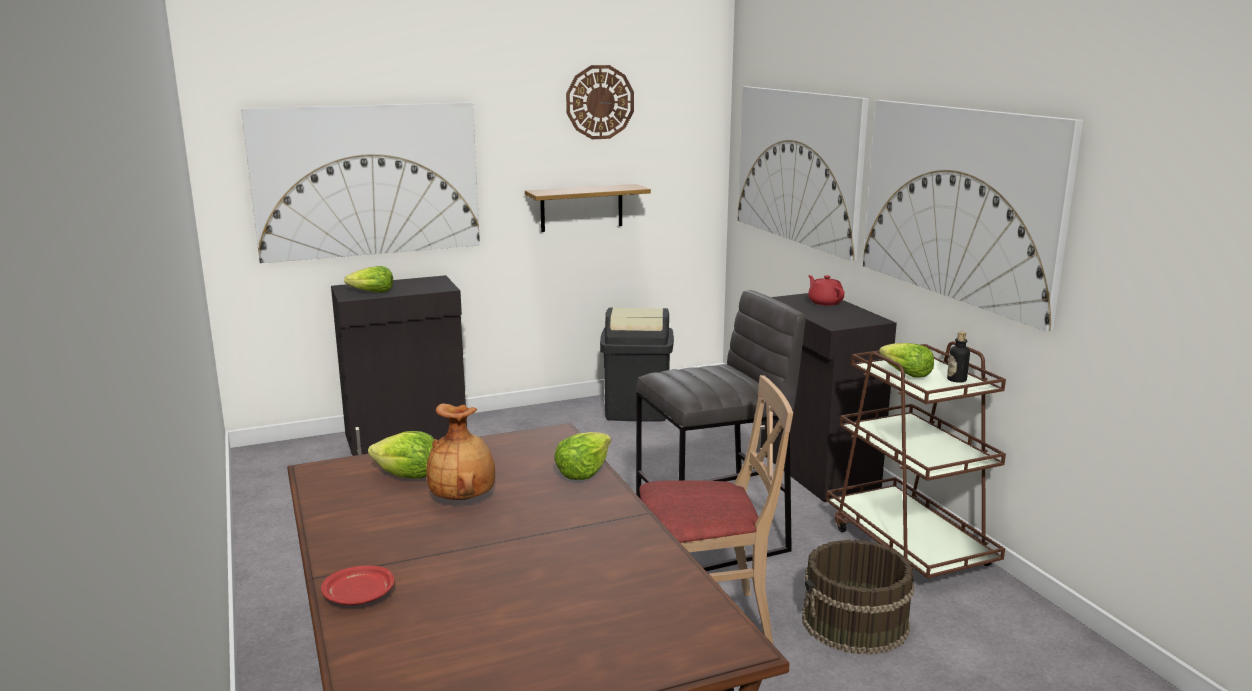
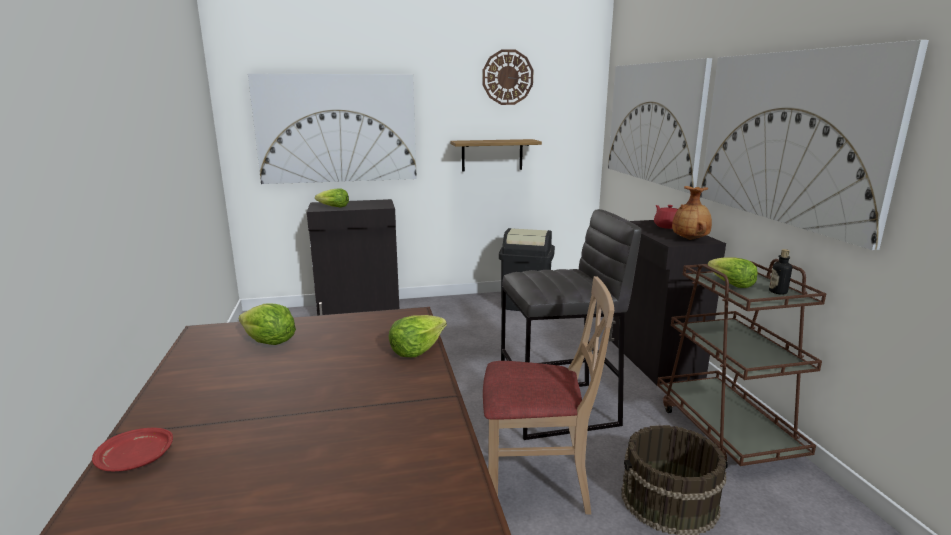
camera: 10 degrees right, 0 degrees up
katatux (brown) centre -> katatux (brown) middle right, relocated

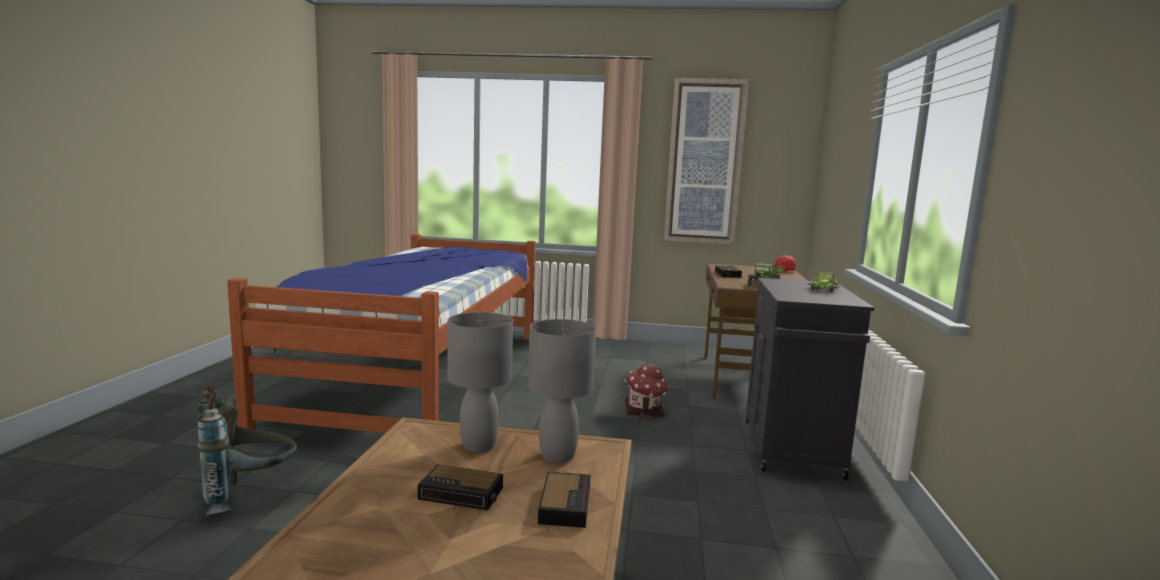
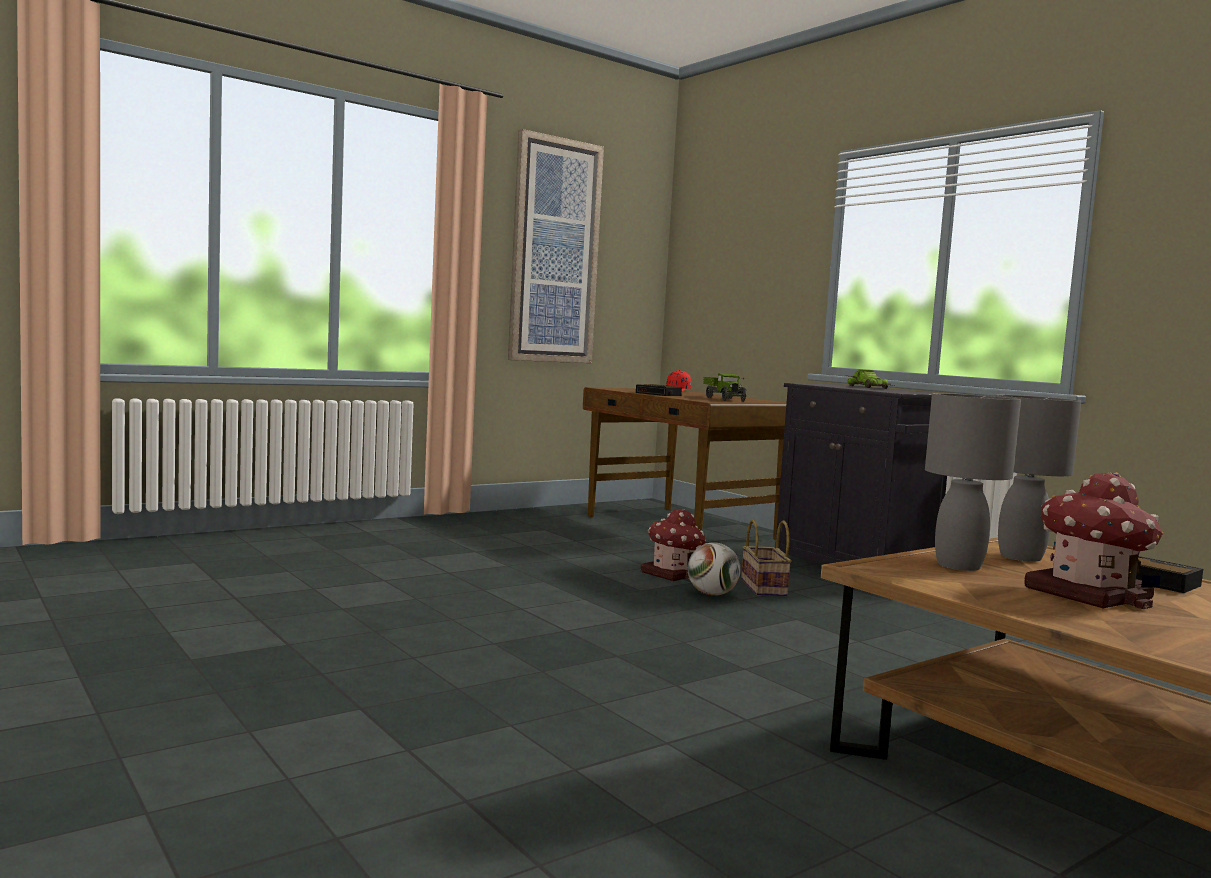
camera: 45 degrees left, 5 degrees down
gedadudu middle left -> none
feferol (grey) bottom left -> none
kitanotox (no. 1 from left) bottom centre -> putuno (no. 2 from left) middle right
none -> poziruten centre
none -> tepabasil centre

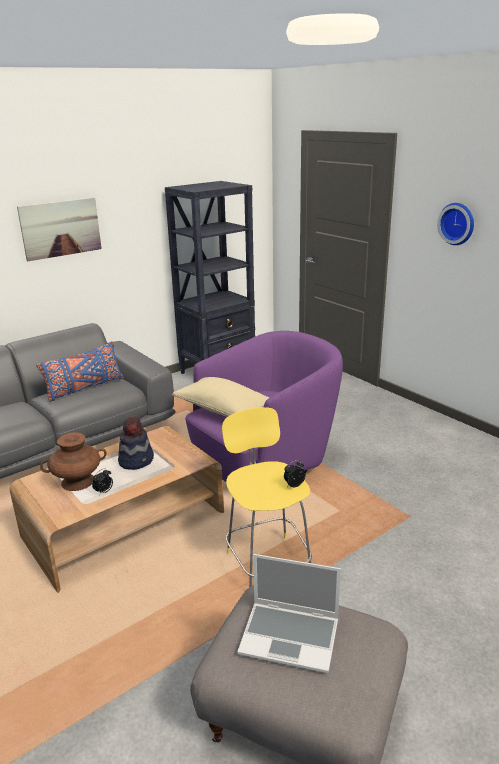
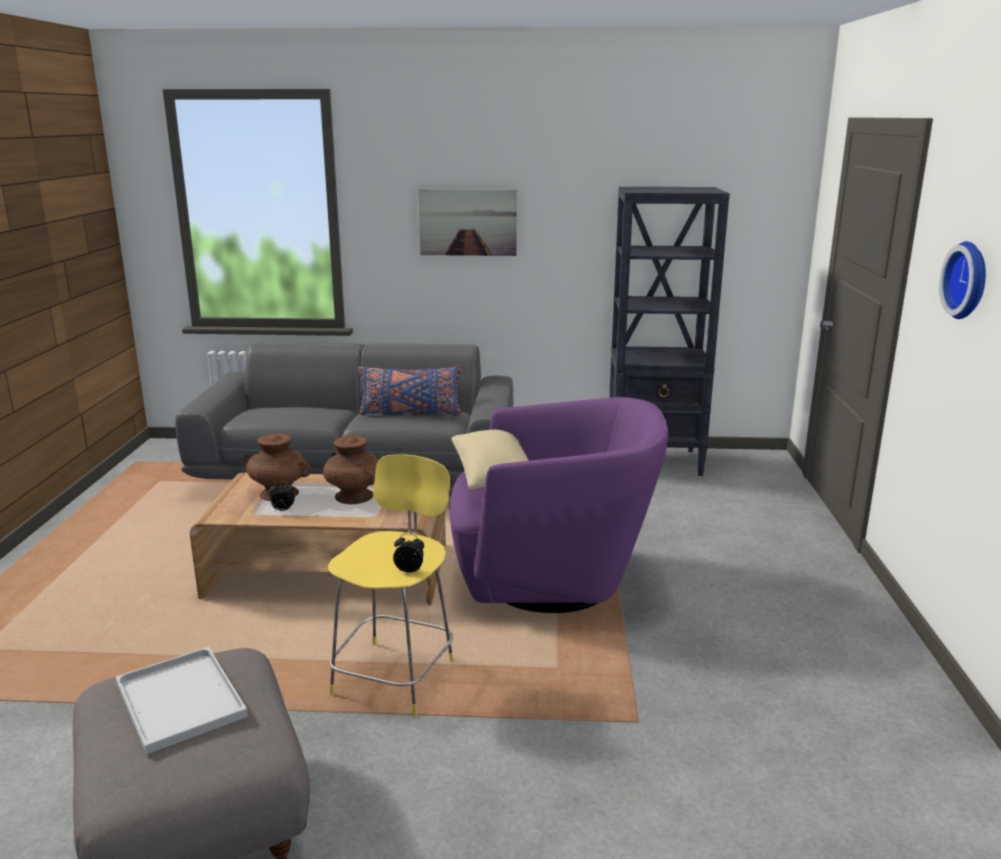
camera: 40 degrees right, 5 degrees down
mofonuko middle left -> katatux (brown) (no. 2 from left) centre
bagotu bottom centre -> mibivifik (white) bottom left

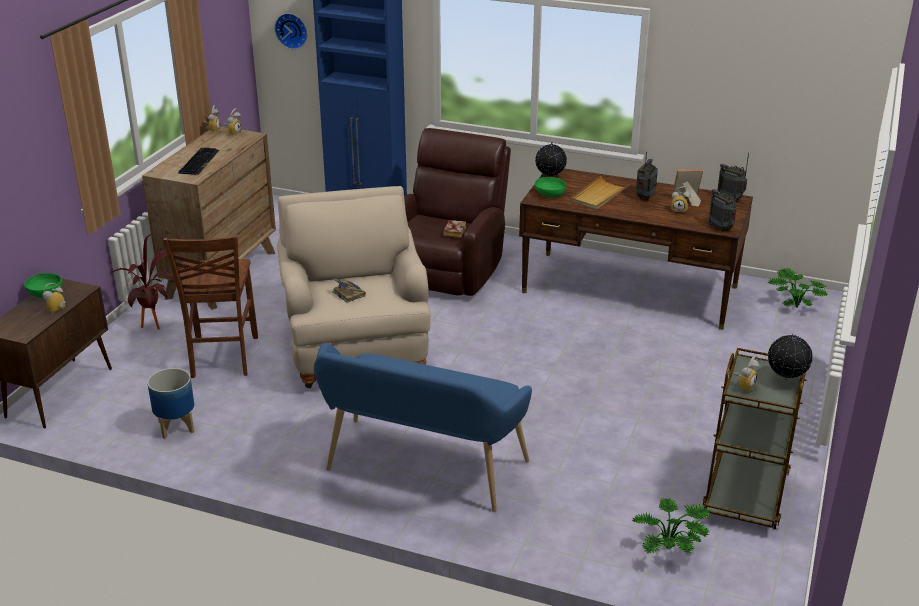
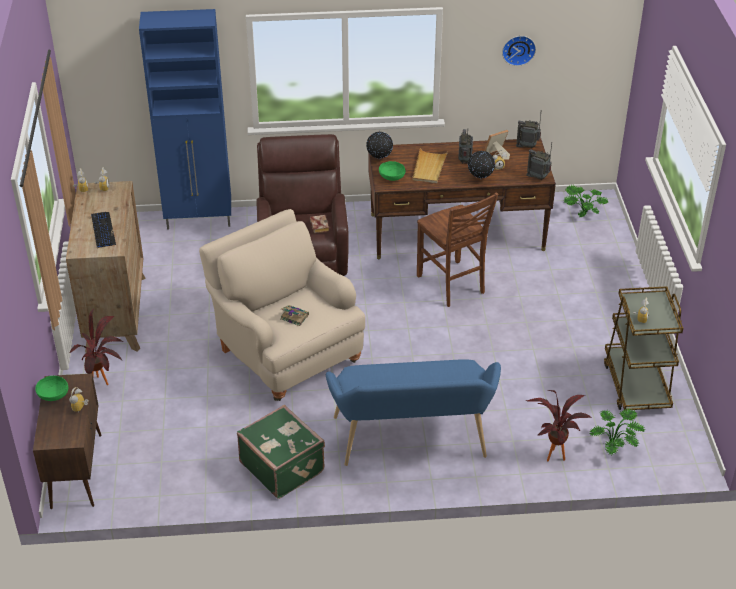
camera: 25 degrees left, 10 degrees up
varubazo top left -> varubazo top right, relocated
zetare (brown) middle left -> zetare (brown) centre, relocated
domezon (no. 2 from left) middle right -> domezon (no. 2 from left) top centre, relocated
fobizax middle left -> none
none -> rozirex (no. 2 from left) bottom right
none -> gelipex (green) bottom centre

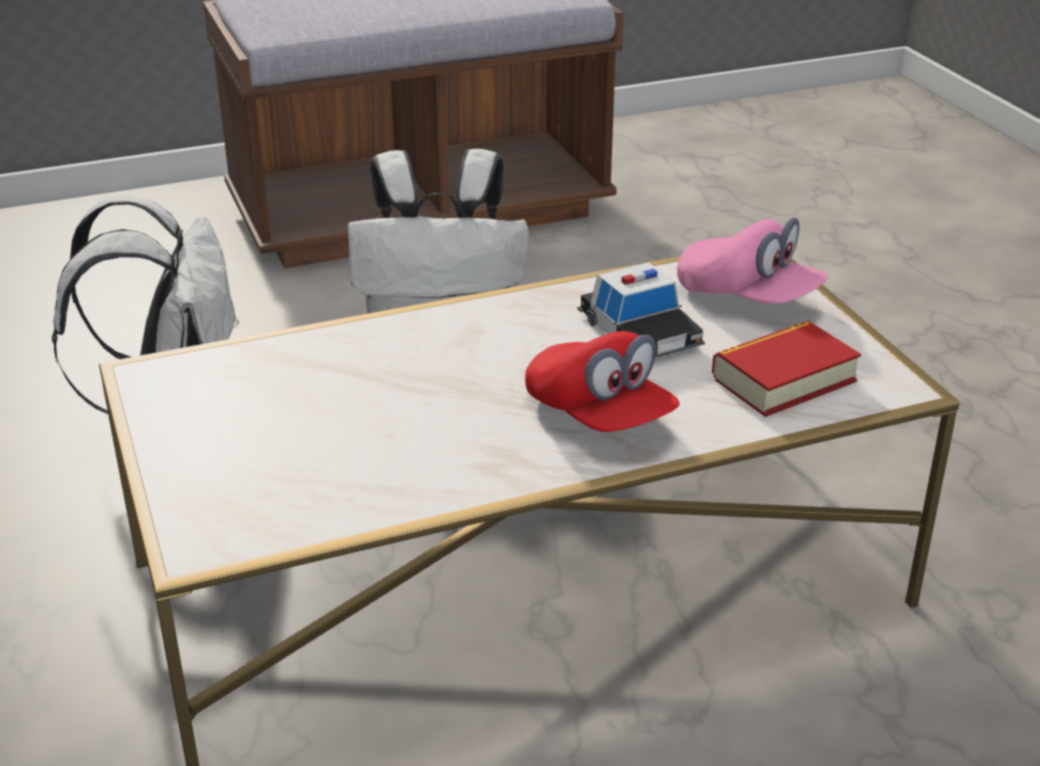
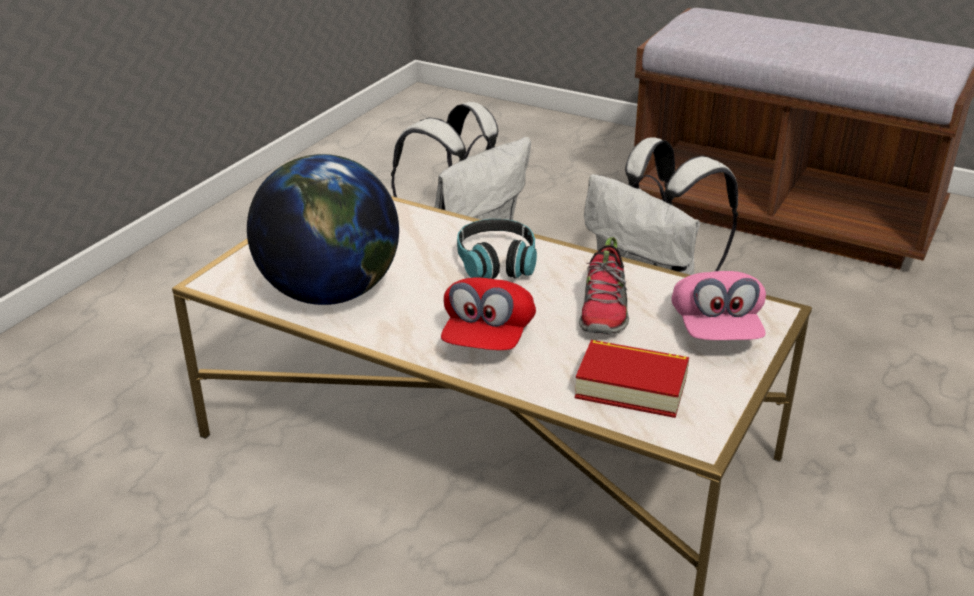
camera: 50 degrees right, 0 degrees up
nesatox centre -> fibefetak centre
none -> domezon middle left
none -> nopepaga centre

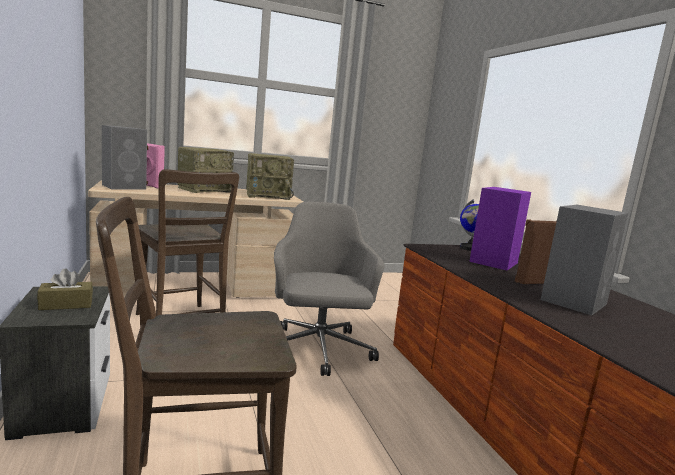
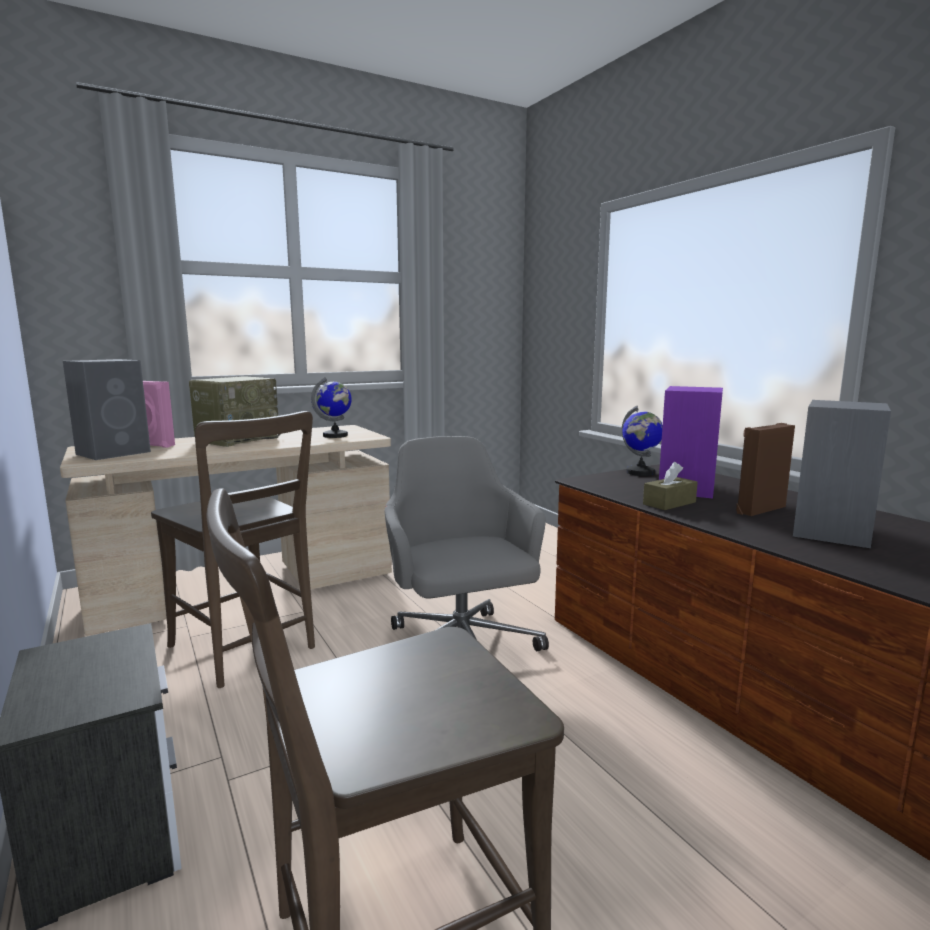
camera: 10 degrees left, 0 degrees up
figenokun (no. 2 from left) centre -> domezon (no. 1 from left) centre
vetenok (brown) middle left -> vetenok (brown) middle right, relocated

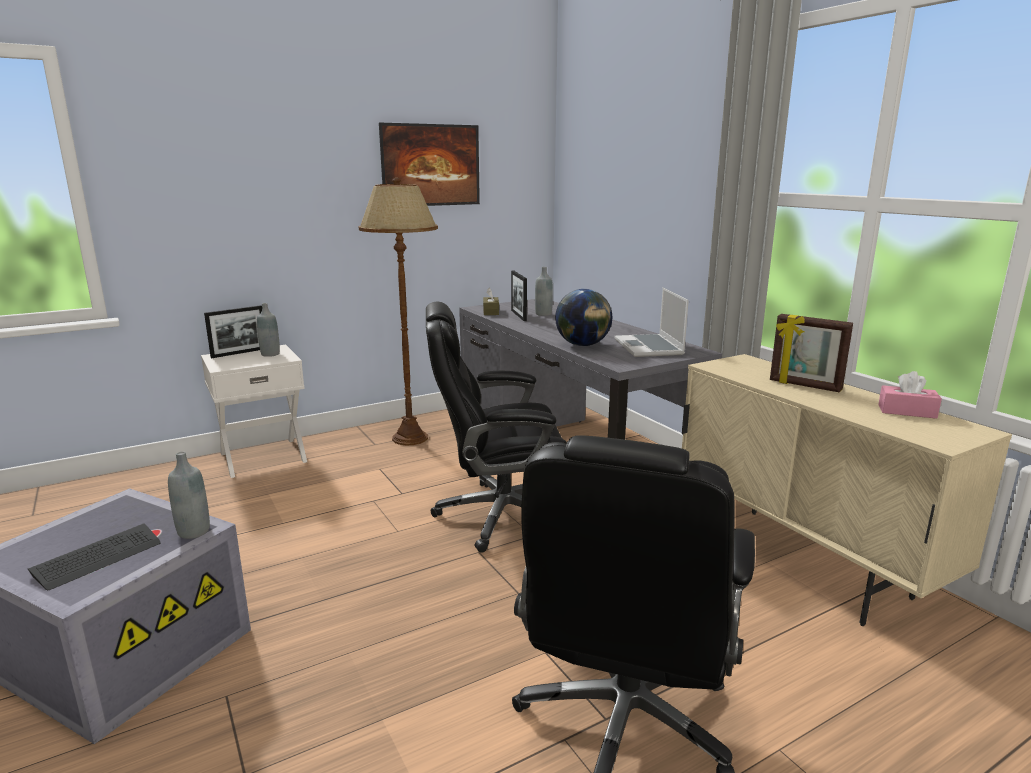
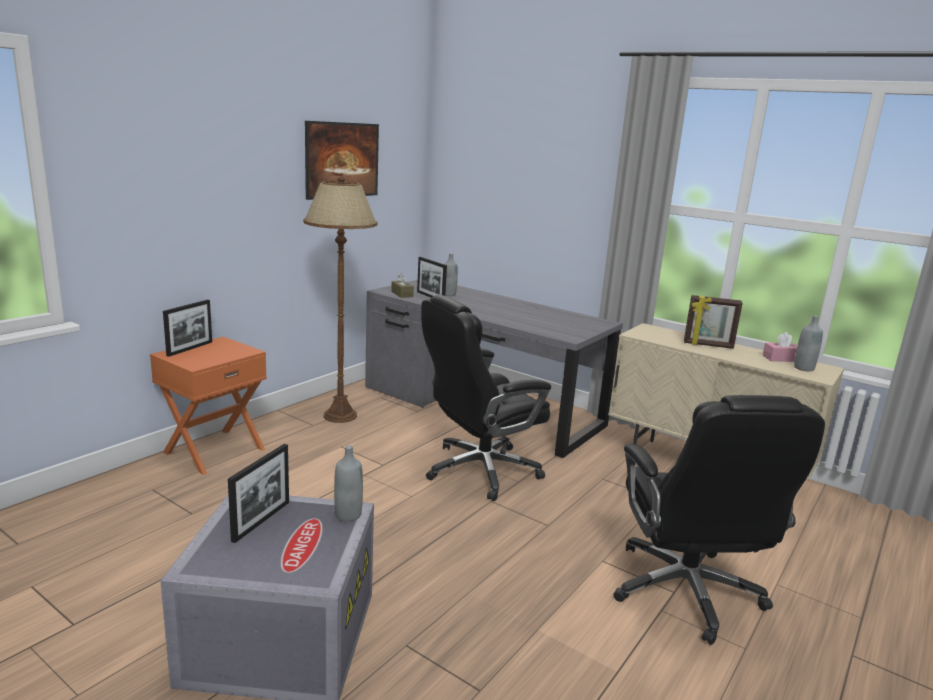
camera: 25 degrees left, 0 degrees up
bagotu centre -> none
domezon centre -> none
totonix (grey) (no. 2 from left in the first image) middle left -> totonix (grey) (no. 3 from left) middle right, relocated
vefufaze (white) middle left -> vefufaze (orange) middle left
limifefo bottom left -> none
none -> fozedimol (no. 2 from left) bottom left

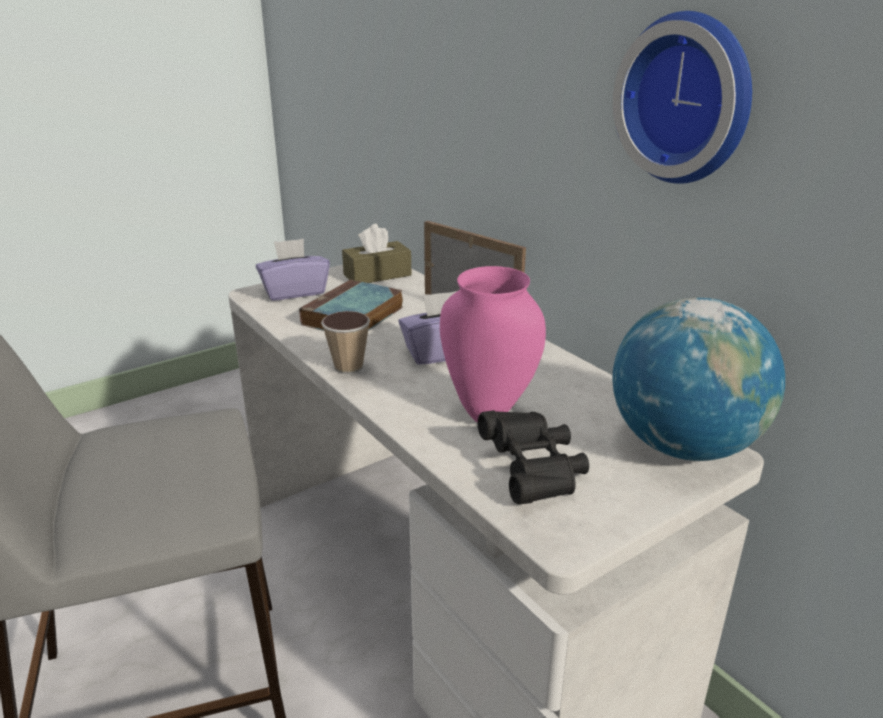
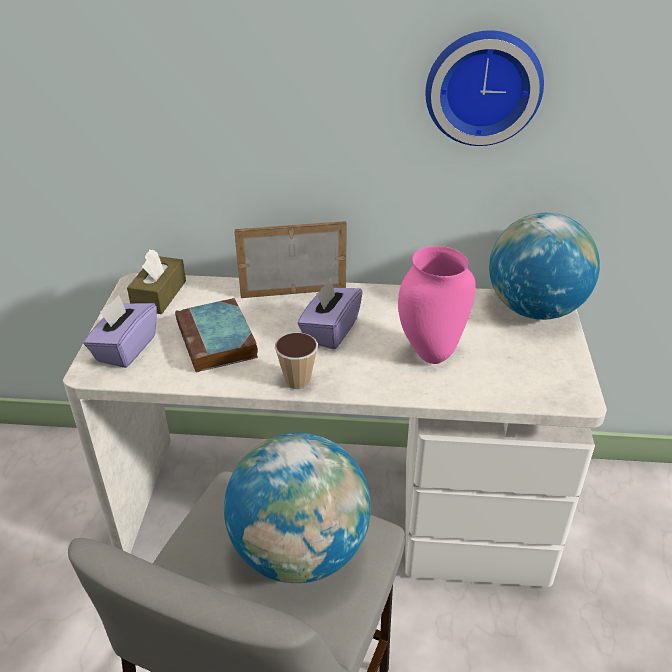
camera: 50 degrees left, 10 degrees up
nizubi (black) centre -> none
none -> domezon (no. 1 from left) bottom centre

